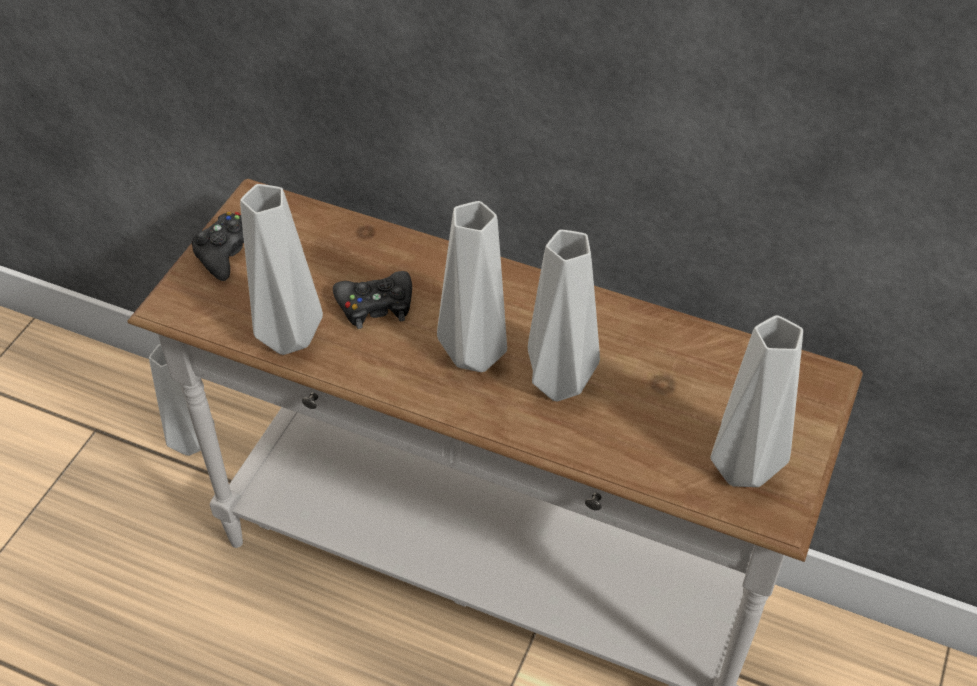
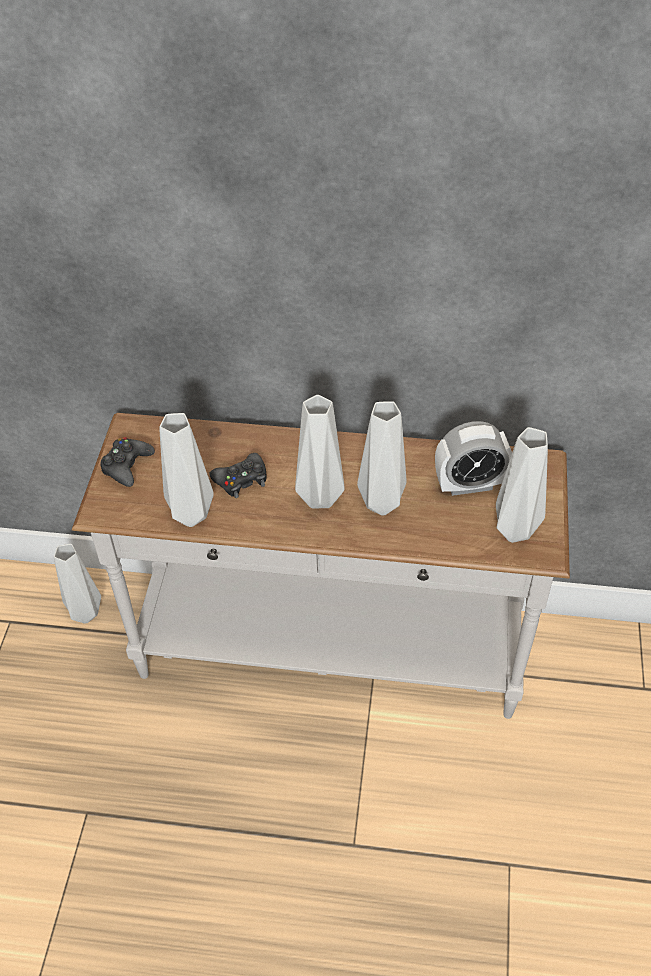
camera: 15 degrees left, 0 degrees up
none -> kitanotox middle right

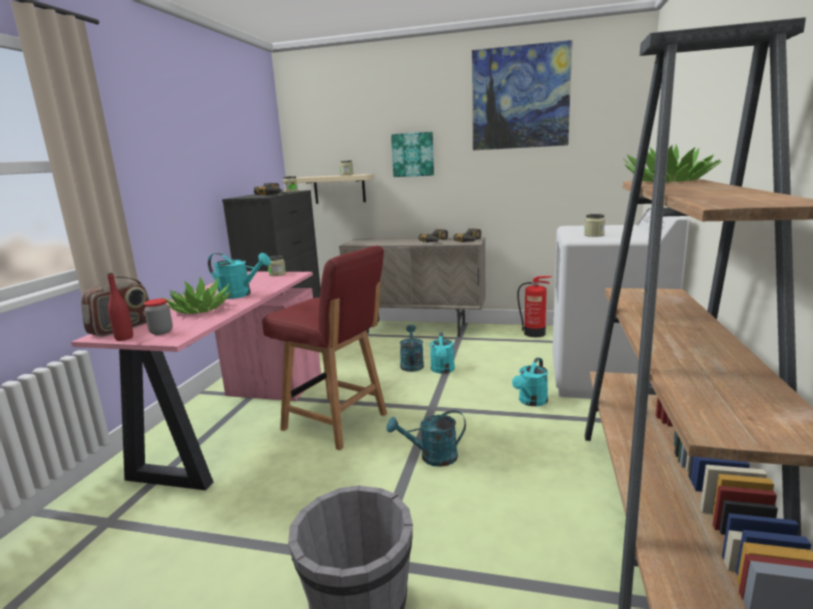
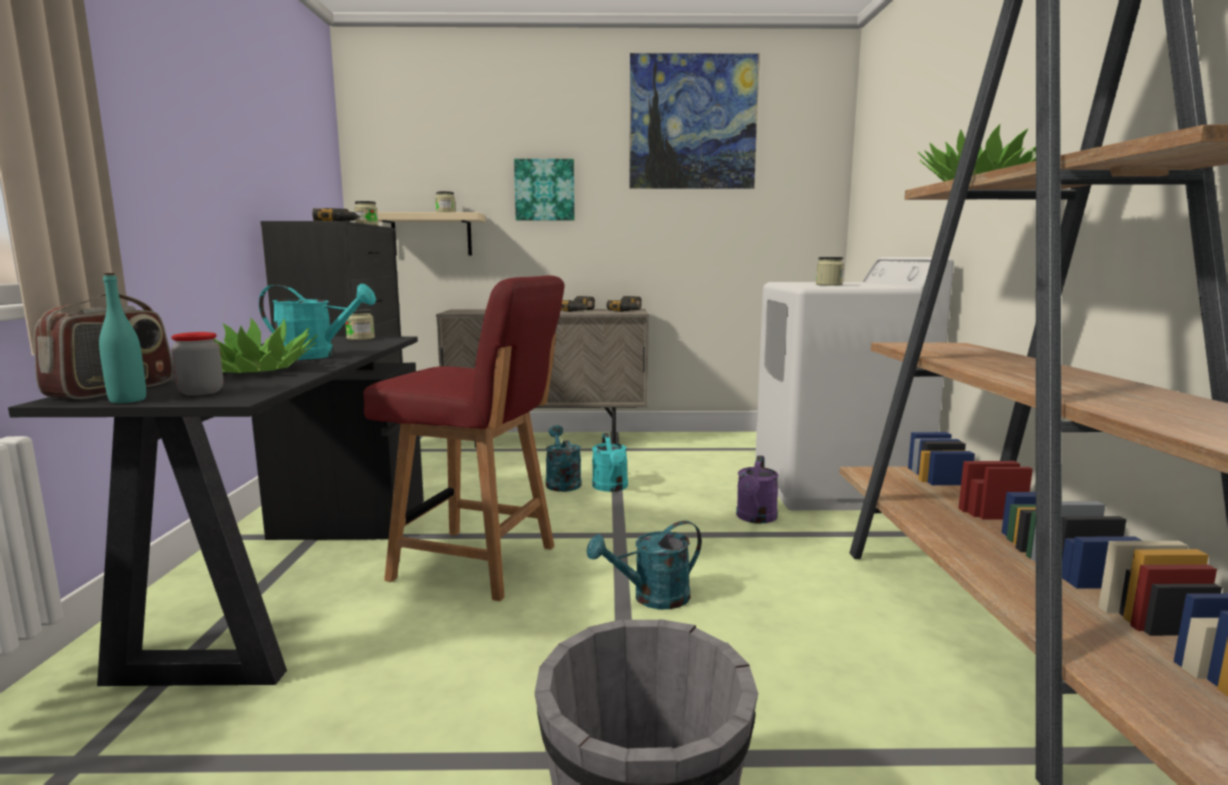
camera: 15 degrees left, 5 degrees down
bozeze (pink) middle left -> bozeze (black) middle left
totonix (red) middle left -> totonix (turquoise) middle left
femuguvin centre -> none
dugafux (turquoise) (no. 5 from left) centre -> dugafux (purple) centre

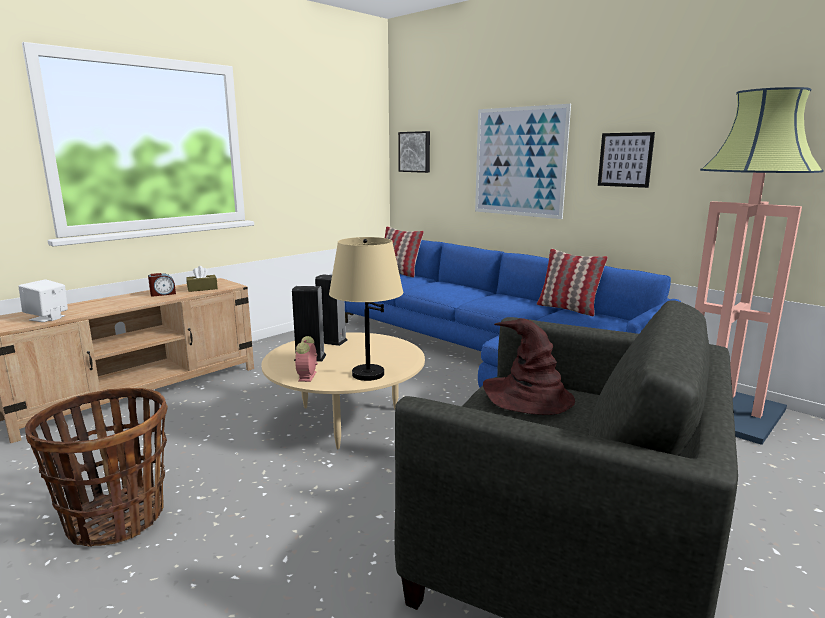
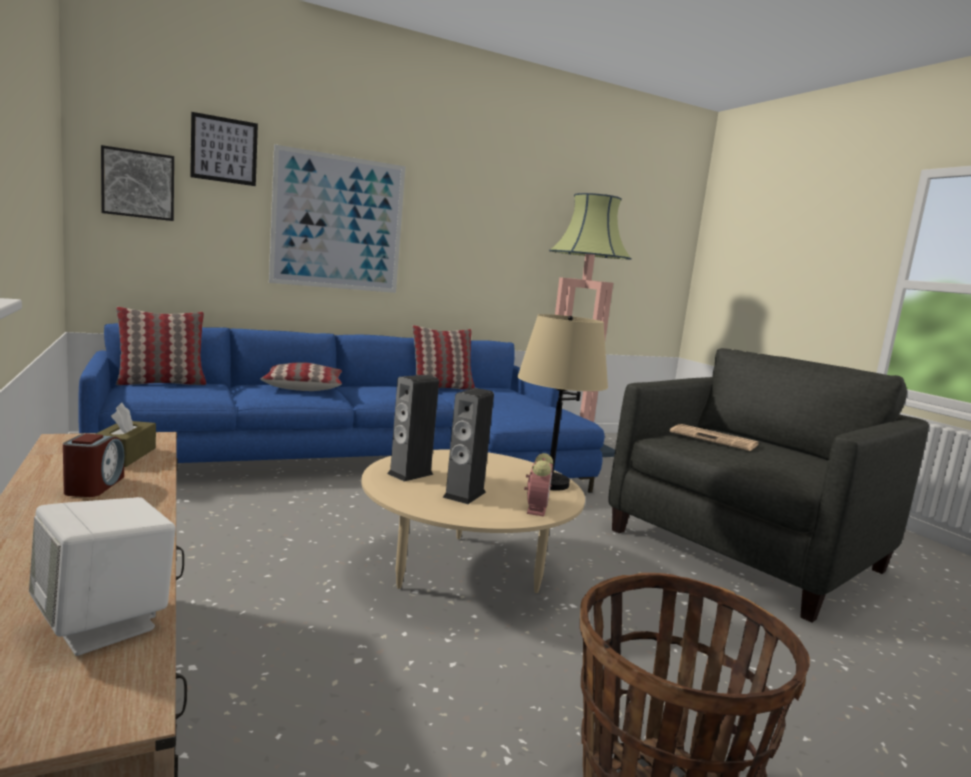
camera: 70 degrees left, 5 degrees down
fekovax (no. 3 from left in the first image) top right -> fekovax (no. 2 from left) top left, relocated
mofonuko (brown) centre -> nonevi middle right
kitanotox (no. 2 from left) centre, 105 degrees counterclockwise
none -> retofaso (no. 2 from left) middle left

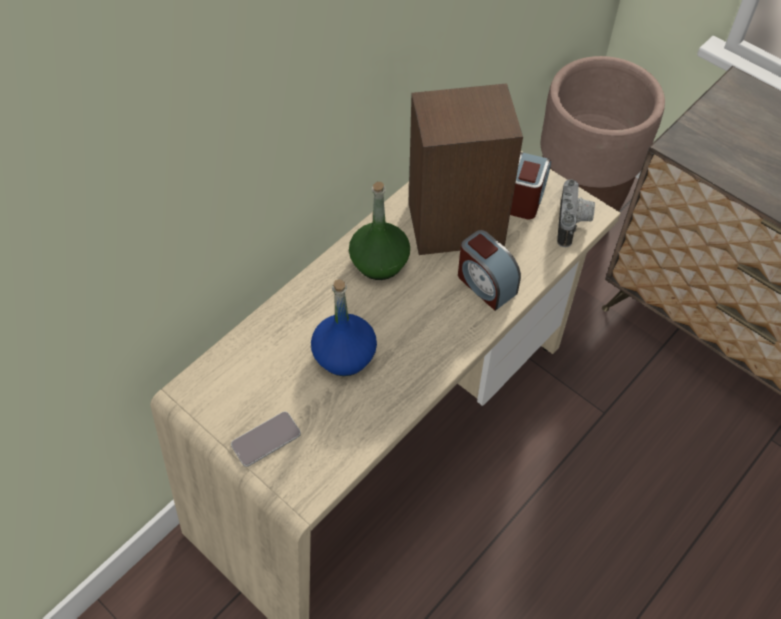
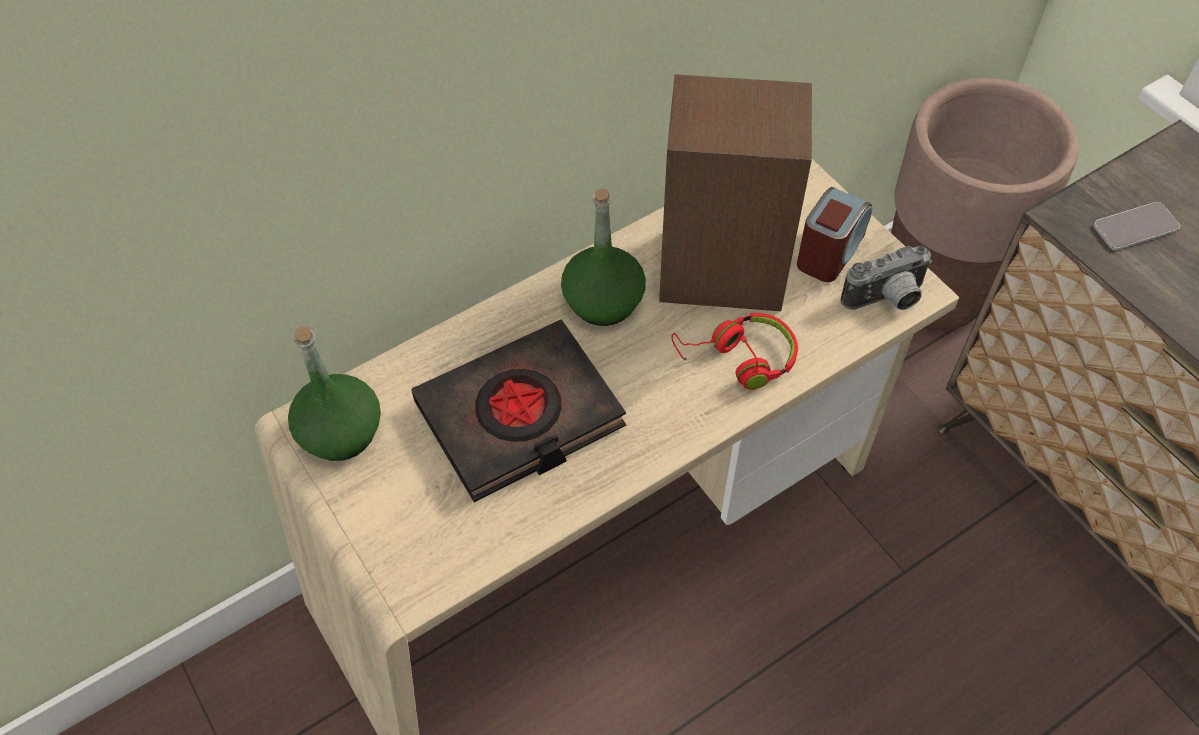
camera: 15 degrees right, 0 degrees up
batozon middle right, 45 degrees clockwise
kitanotox (no. 1 from left) centre -> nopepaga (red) centre
totonix (blue) centre -> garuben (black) centre
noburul bottom centre -> noburul top right, relocated
none -> totonix (green) (no. 1 from left) middle left

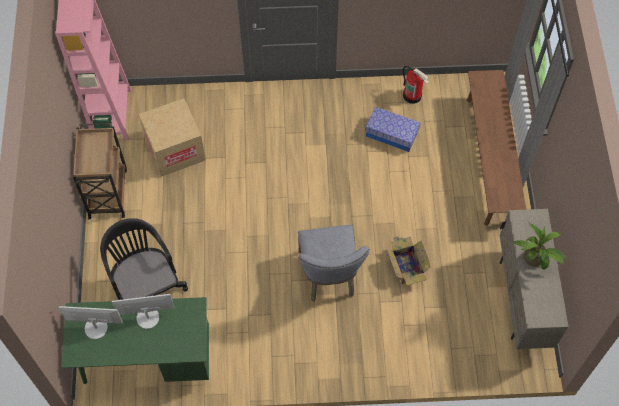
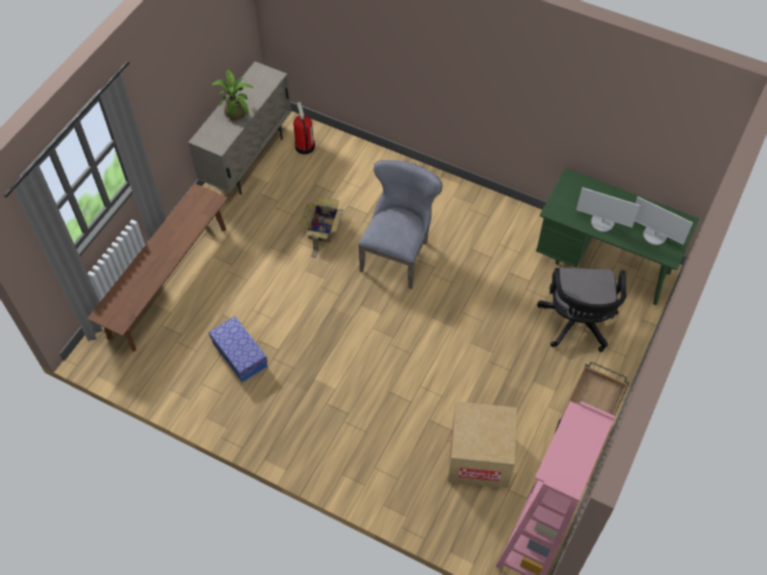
camera: 150 degrees left, 5 degrees down
femuguvin top right -> femuguvin top centre, relocated

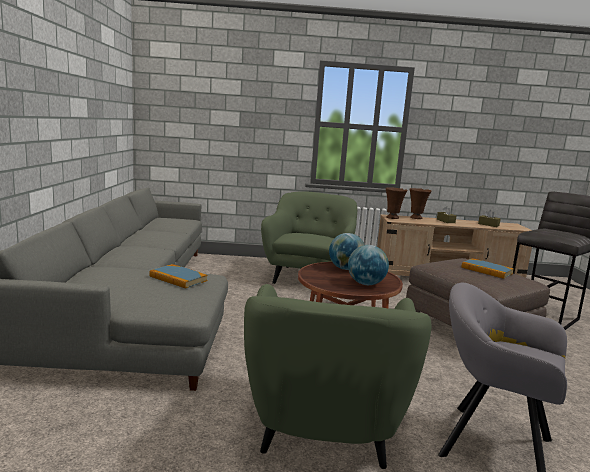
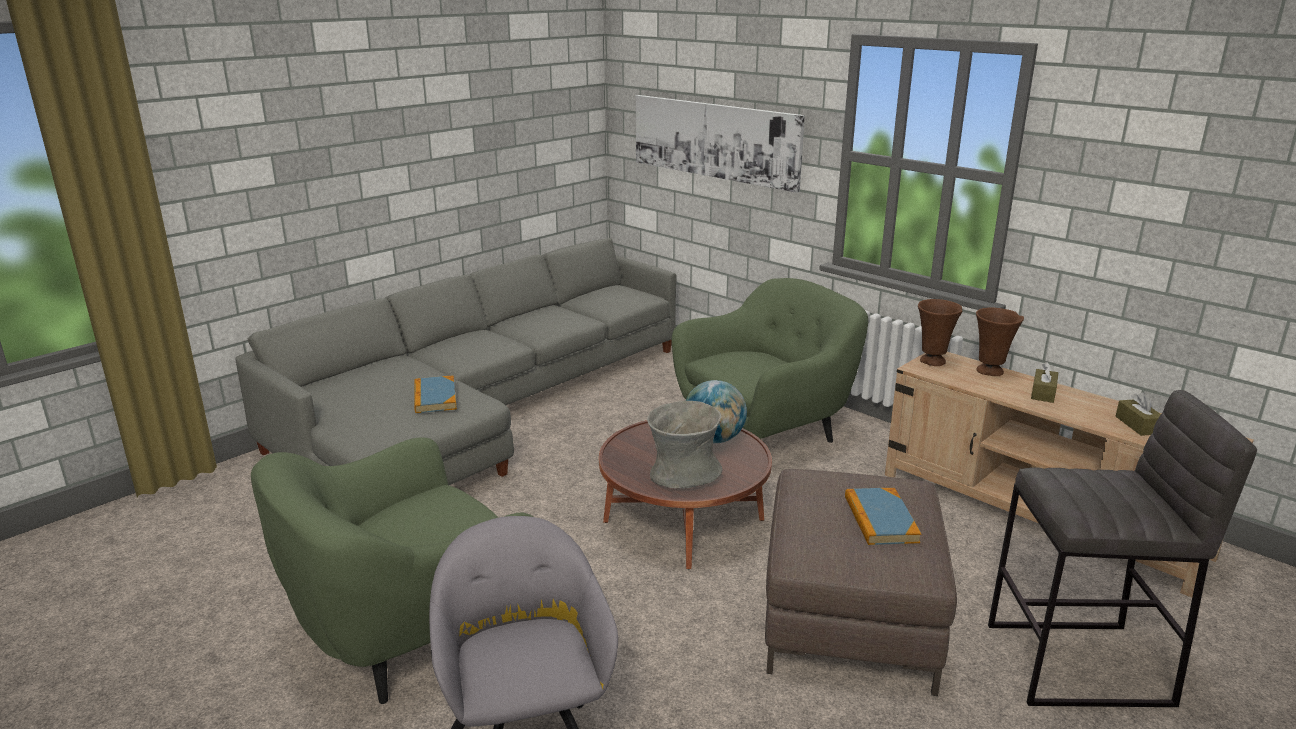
camera: 45 degrees right, 10 degrees up
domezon (no. 2 from left) centre -> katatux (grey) centre
none -> fekovax top centre

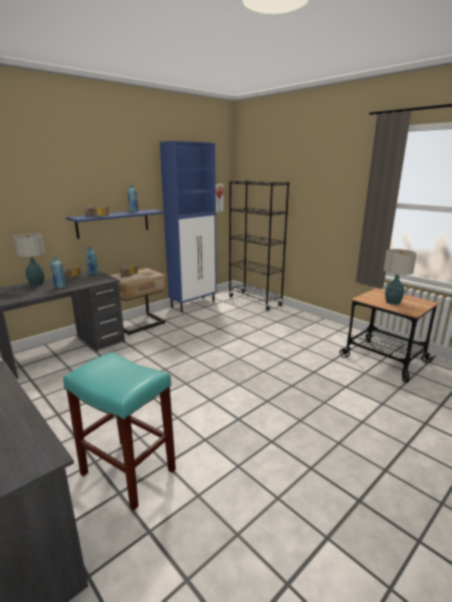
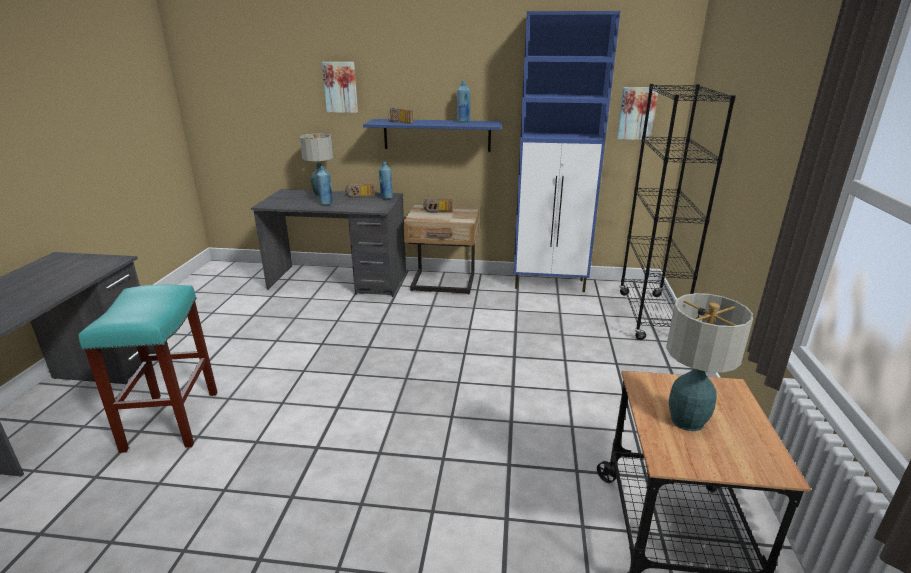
camera: 50 degrees right, 5 degrees up
none -> fekovax (no. 1 from left) top centre

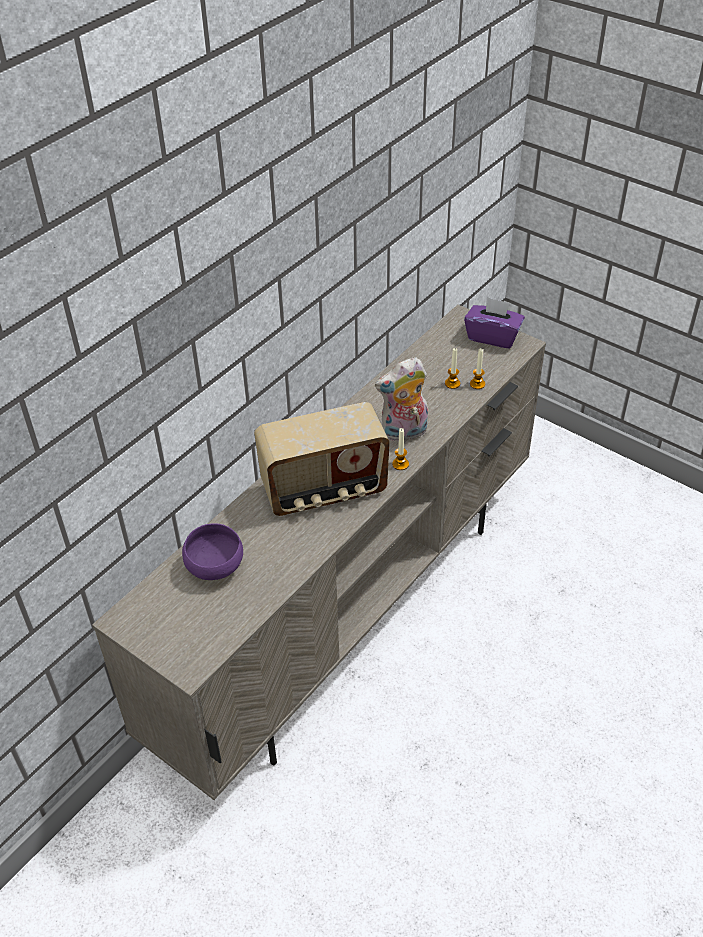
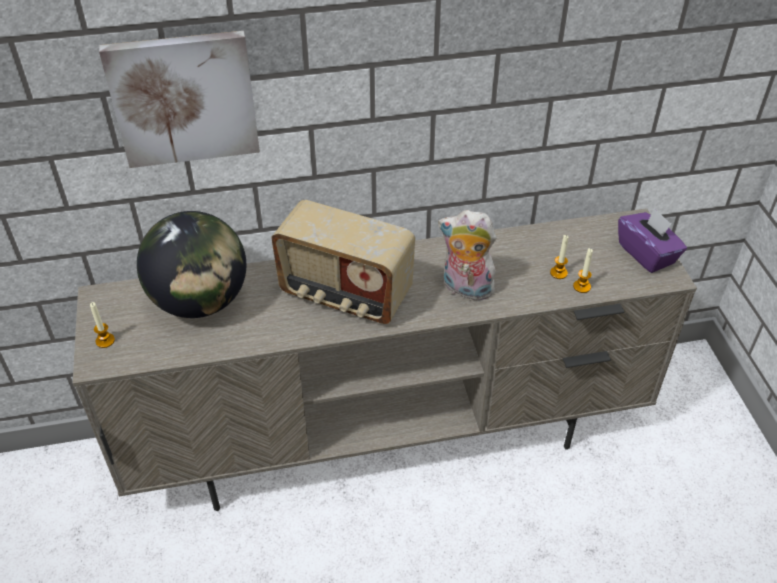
camera: 40 degrees right, 0 degrees up
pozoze (no. 1 from left) centre -> pozoze (no. 1 from left) middle left, relocated
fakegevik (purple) middle left -> domezon middle left
none -> fekovax top left

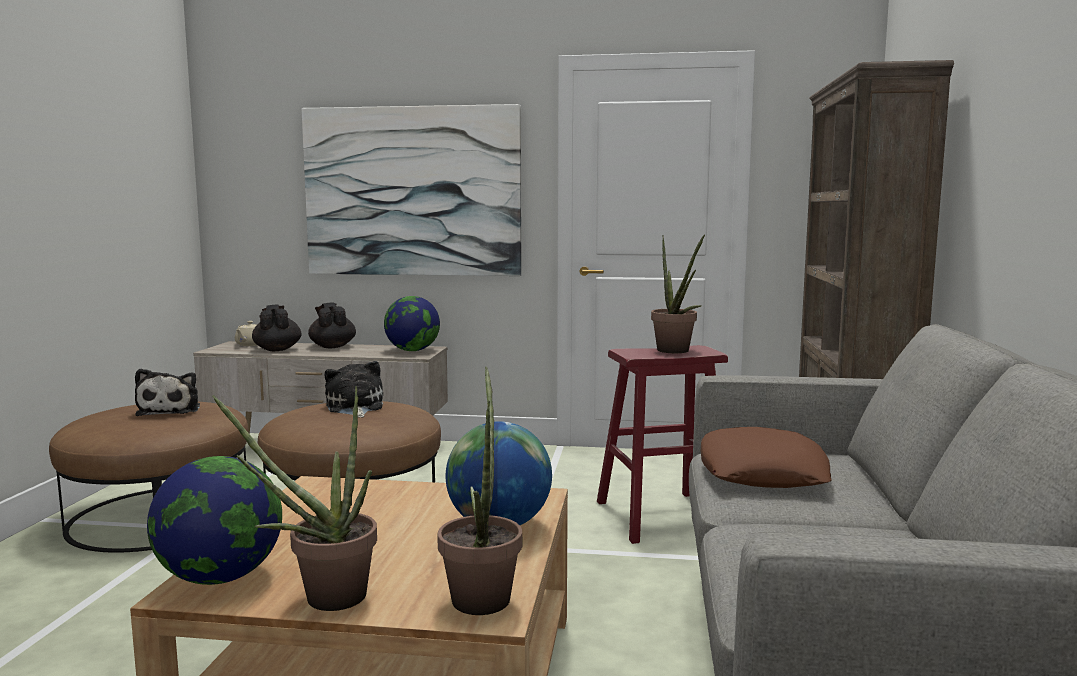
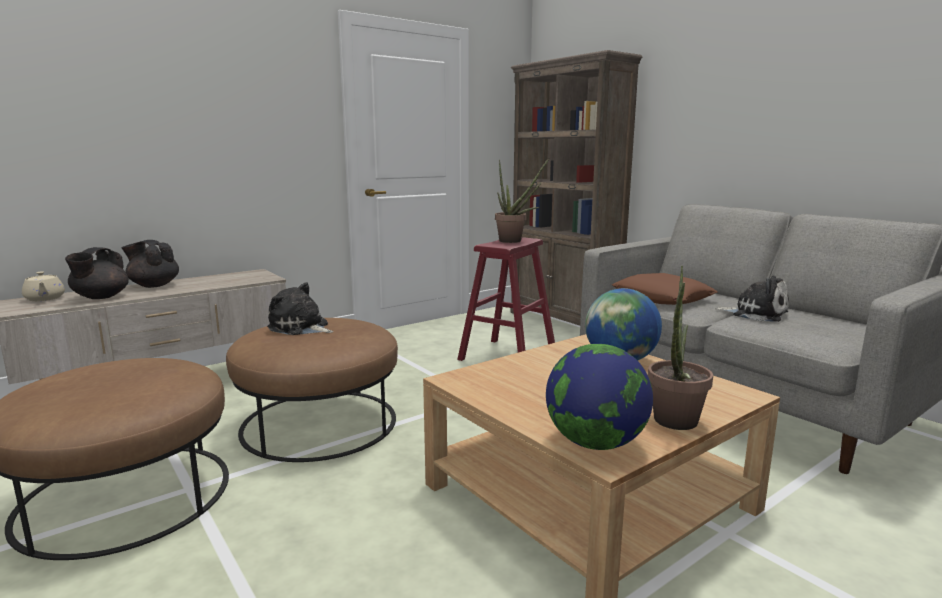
camera: 45 degrees left, 5 degrees up
fekovax top centre -> none
domezon (no. 2 from left) centre -> none
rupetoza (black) (no. 1 from left) middle left, 105 degrees counterclockwise
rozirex (no. 2 from left) bottom centre -> none
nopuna (no. 1 from left in the first image) middle left -> nopuna (no. 2 from left) middle right, relocated

